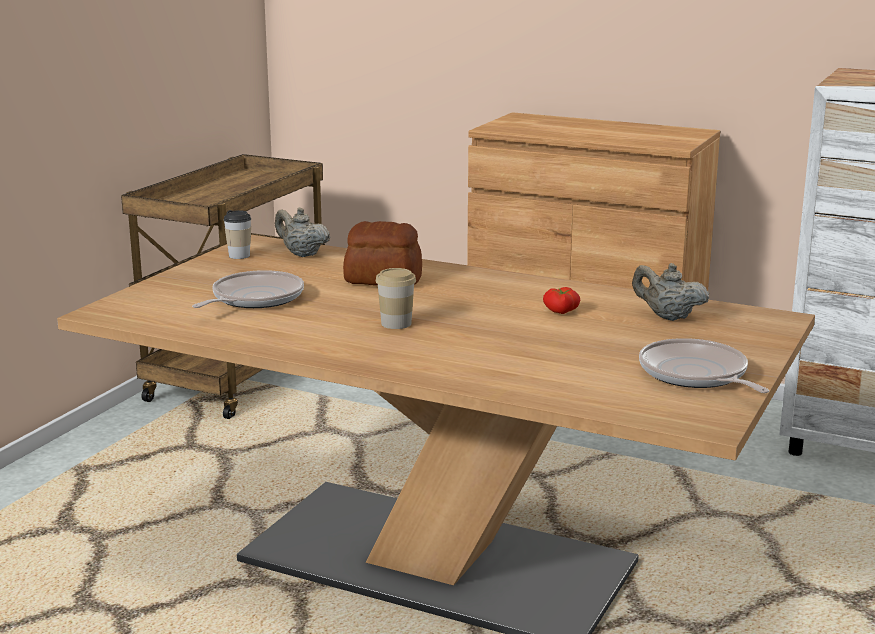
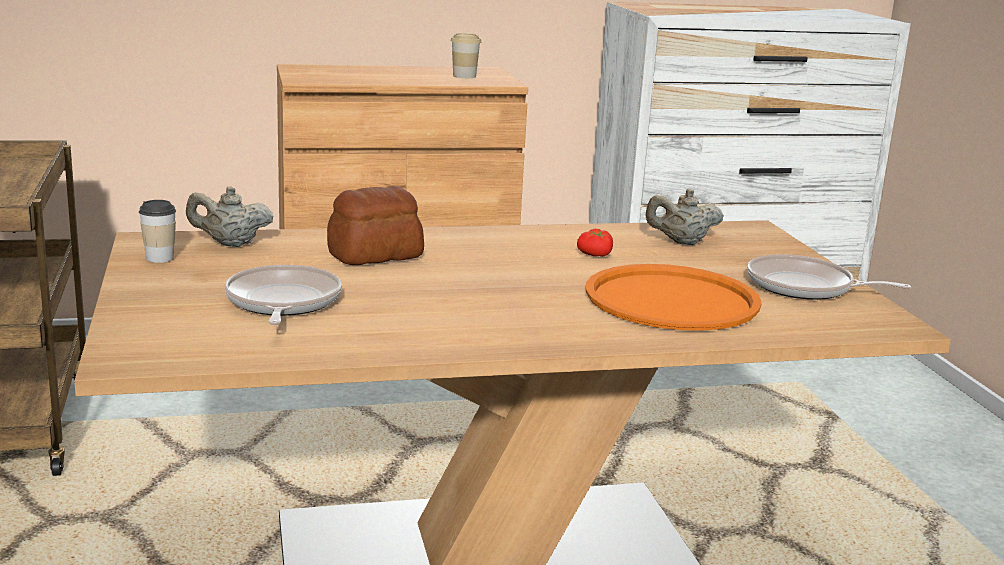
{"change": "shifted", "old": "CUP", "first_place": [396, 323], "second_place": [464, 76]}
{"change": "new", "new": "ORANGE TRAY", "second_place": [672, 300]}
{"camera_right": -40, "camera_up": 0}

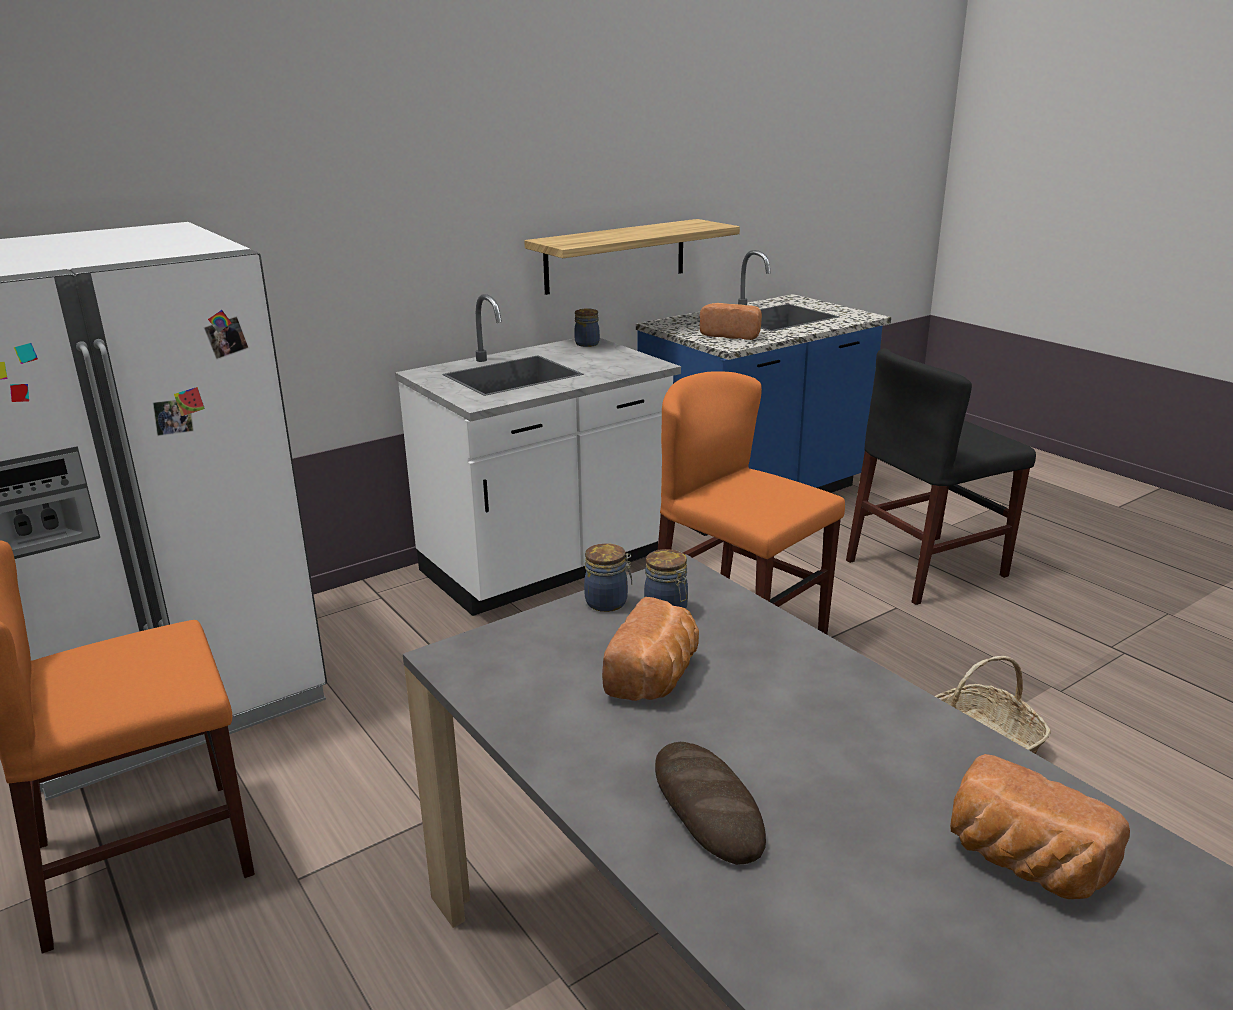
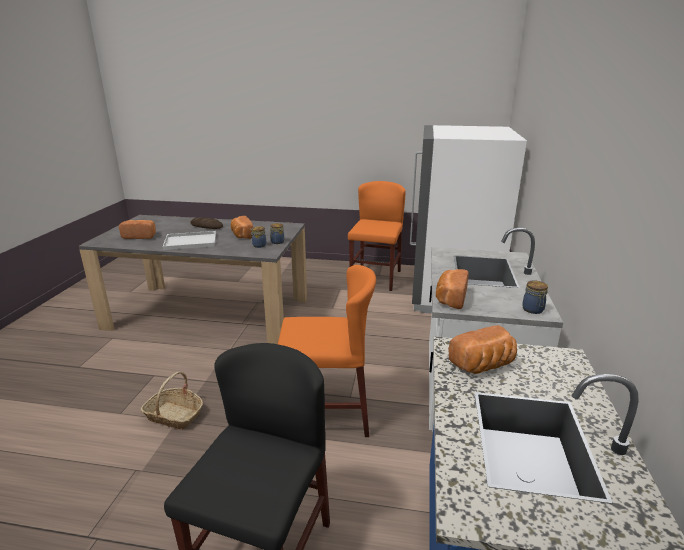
{"change": "gone", "old": "SHELF", "first_place": [615, 256]}
{"change": "new", "new": "WHITE TRAY", "second_place": [189, 242]}
{"change": "new", "new": "BREAD", "second_place": [450, 298]}
{"camera_right": 135, "camera_up": 0}

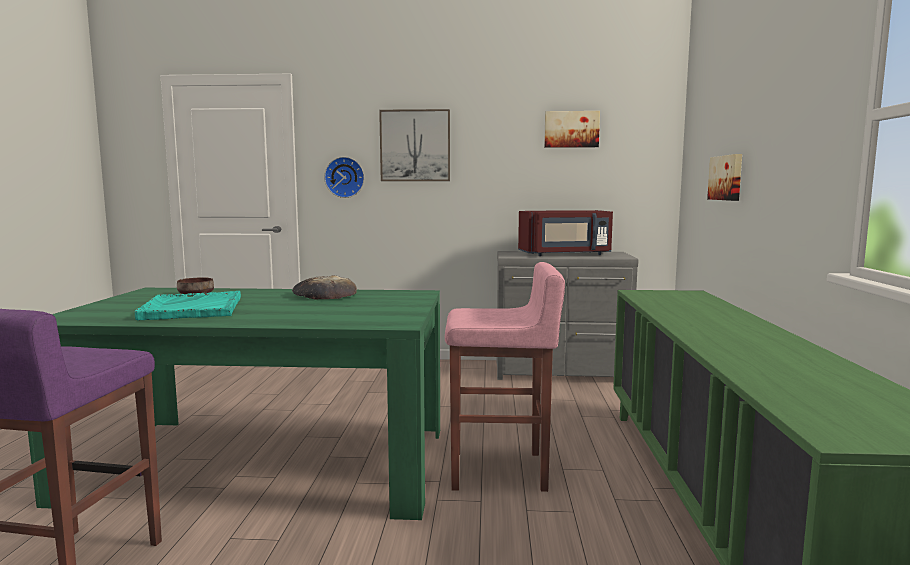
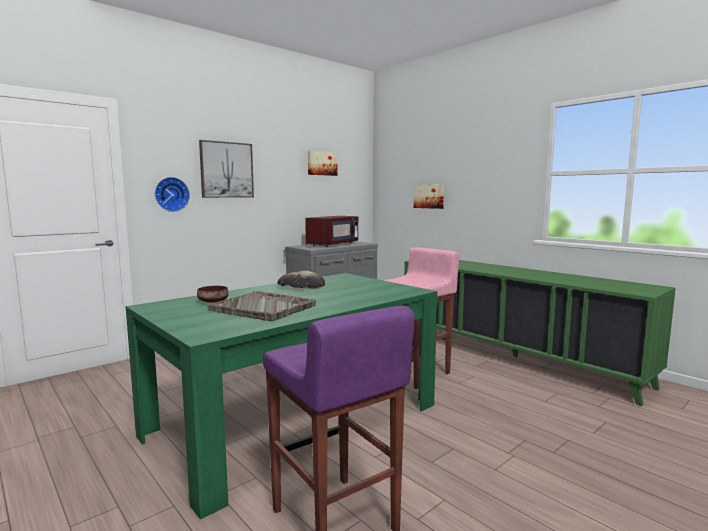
{"change": "repainted", "old": "TURQUOISE TRAY", "new": "GREY TRAY", "first_place": [192, 308], "second_place": [263, 308]}
{"camera_right": -45, "camera_up": 0}

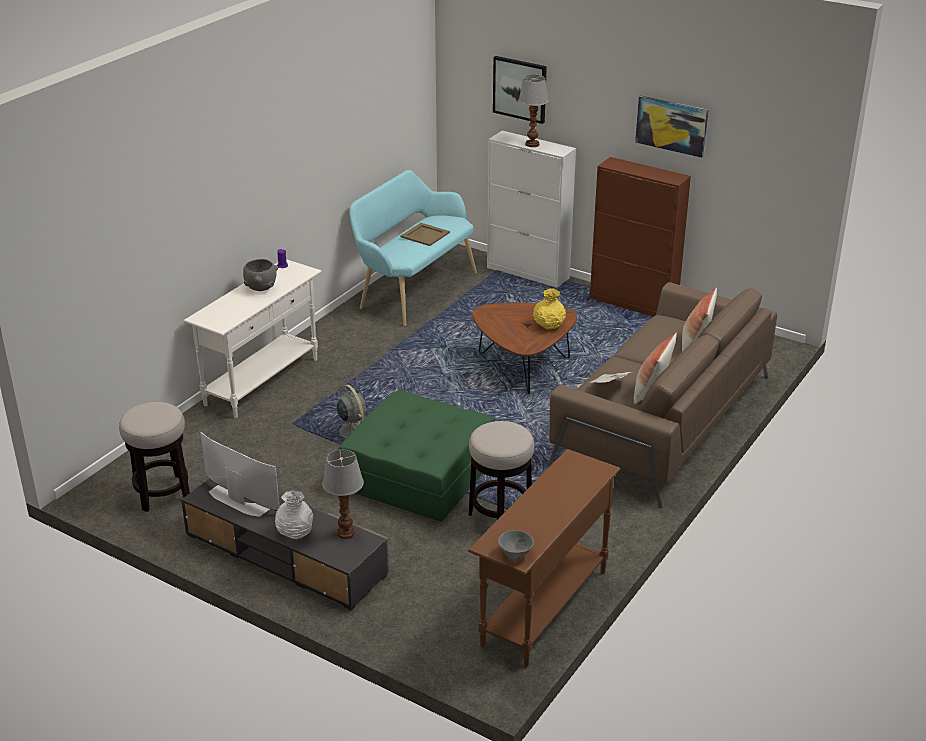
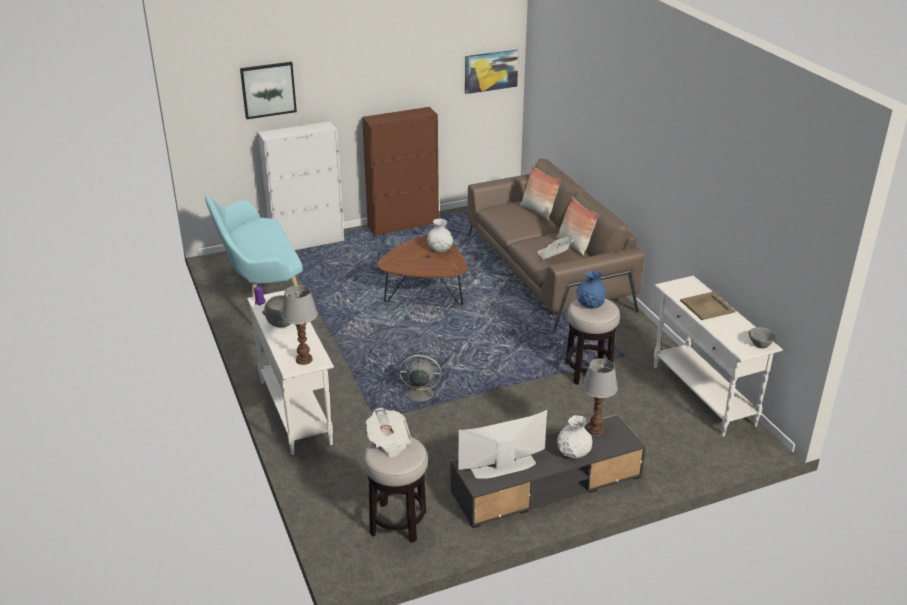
{"change": "gone", "old": "GREEN OTTOMAN", "first_place": [418, 473]}
{"change": "shifted", "old": "BEIGE TRAY", "first_place": [424, 235], "second_place": [707, 306]}
{"change": "repainted", "old": "BROWN CONSOLE TABLE", "new": "WHITE CONSOLE TABLE", "first_place": [543, 608], "second_place": [703, 395]}
{"change": "shifted", "old": "TABLE LAMP", "first_place": [531, 144], "second_place": [303, 360]}
{"change": "repainted", "old": "YELLOW VASE", "new": "WHITE VASE", "first_place": [549, 326], "second_place": [440, 249]}
{"change": "shifted", "old": "PICTURE", "first_place": [671, 125], "second_place": [491, 71]}
{"change": "new", "new": "NEWSPAPER", "second_place": [389, 442]}
{"change": "new", "new": "BLUE VASE", "second_place": [590, 304]}
{"camera_right": -55, "camera_up": 0}

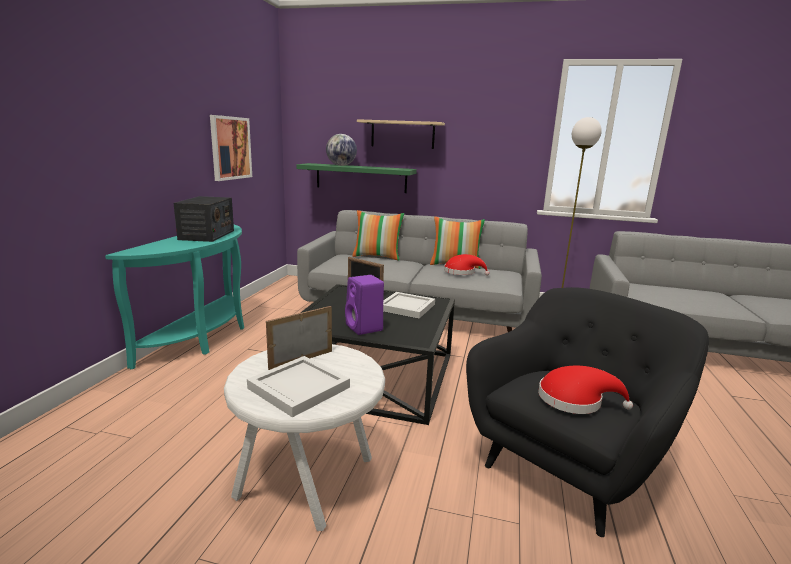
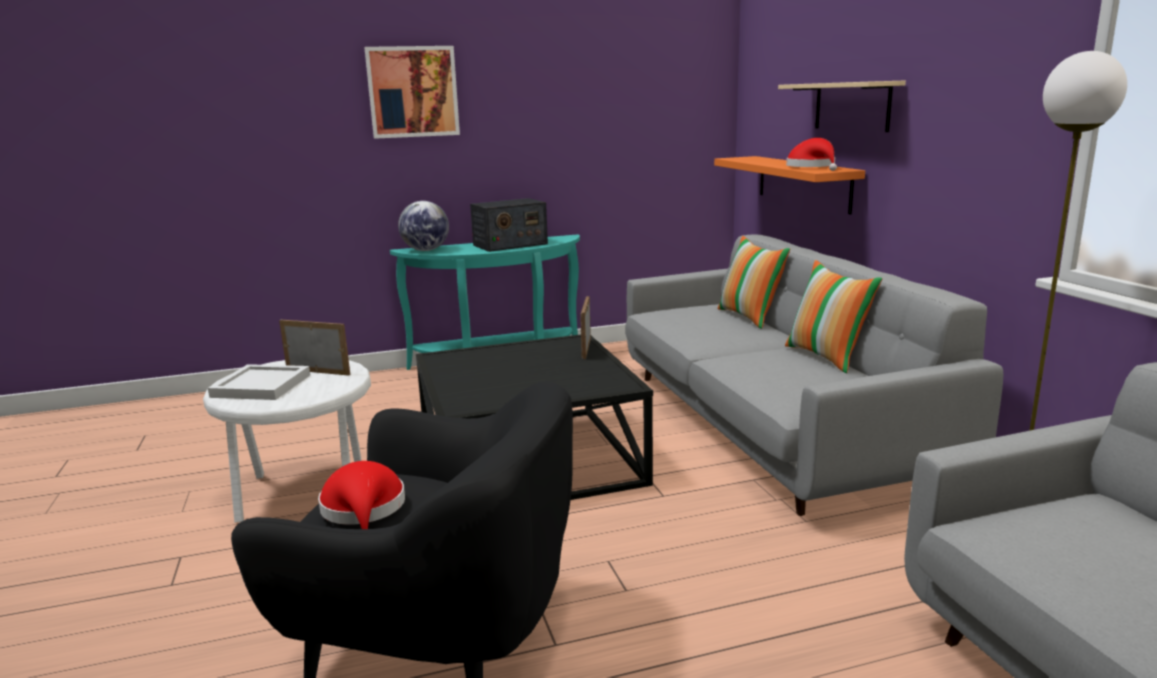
{"change": "shifted", "old": "PICTURE", "first_place": [230, 148], "second_place": [413, 92]}
{"change": "repainted", "old": "GREEN SHELF", "new": "ORANGE SHELF", "first_place": [361, 178], "second_place": [803, 183]}
{"change": "shifted", "old": "GLOBE", "first_place": [341, 165], "second_place": [425, 250]}
{"change": "gone", "old": "PURPLE SPEAKER", "first_place": [365, 328]}
{"change": "gone", "old": "WHITE TRAY", "first_place": [408, 307]}
{"change": "shifted", "old": "RED HAT", "first_place": [462, 272], "second_place": [813, 167]}
{"camera_right": 60, "camera_up": 0}

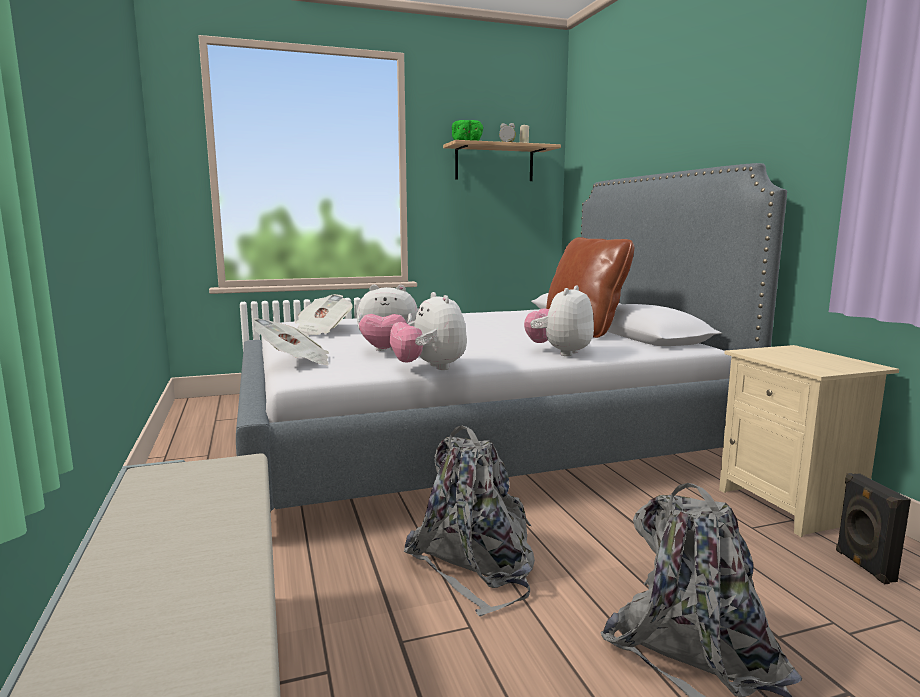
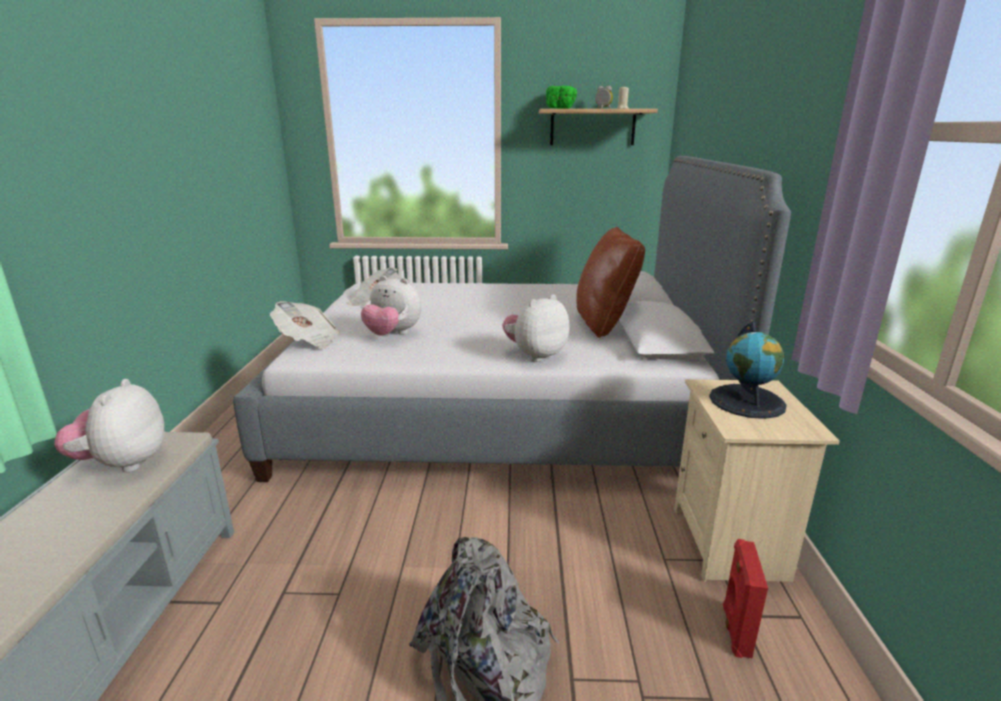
{"change": "shifted", "old": "PLUSH TOY", "first_place": [430, 368], "second_place": [123, 464]}
{"change": "gone", "old": "GREY BACKPACK", "first_place": [476, 565]}
{"change": "repainted", "old": "BLACK SPEAKER", "new": "RED SPEAKER", "first_place": [863, 566], "second_place": [735, 630]}
{"change": "new", "new": "GLOBE", "second_place": [747, 401]}
{"camera_right": 20, "camera_up": 10}

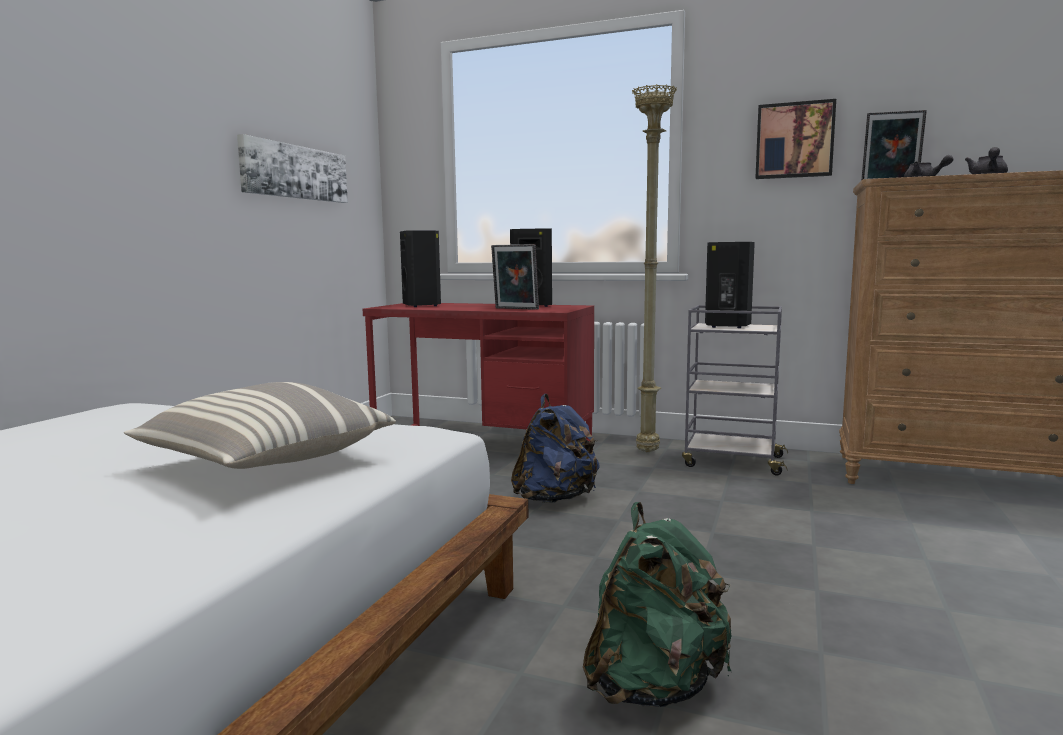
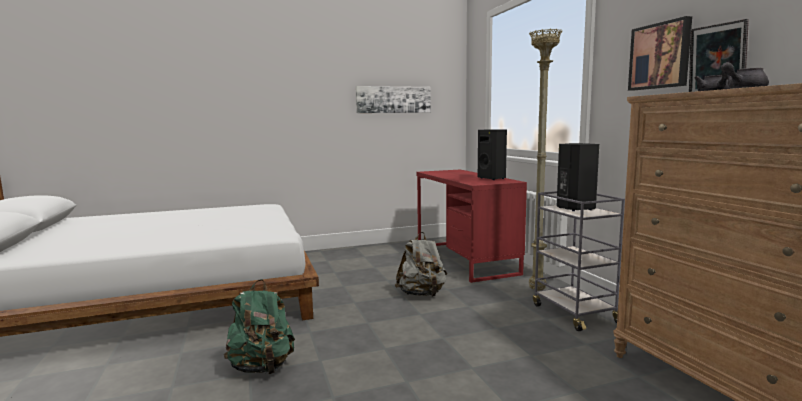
{"change": "gone", "old": "PILLOW", "first_place": [265, 462]}
{"change": "gone", "old": "BLACK SPEAKER", "first_place": [422, 305]}
{"change": "gone", "old": "PICTURE FRAME", "first_place": [515, 309]}
{"change": "repainted", "old": "BLUE BACKPACK", "new": "GREY BACKPACK", "first_place": [555, 499], "second_place": [421, 294]}
{"camera_right": 50, "camera_up": 0}

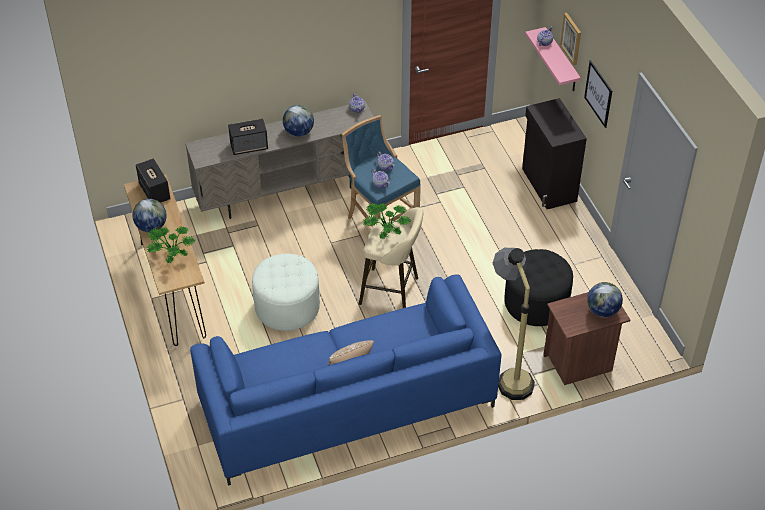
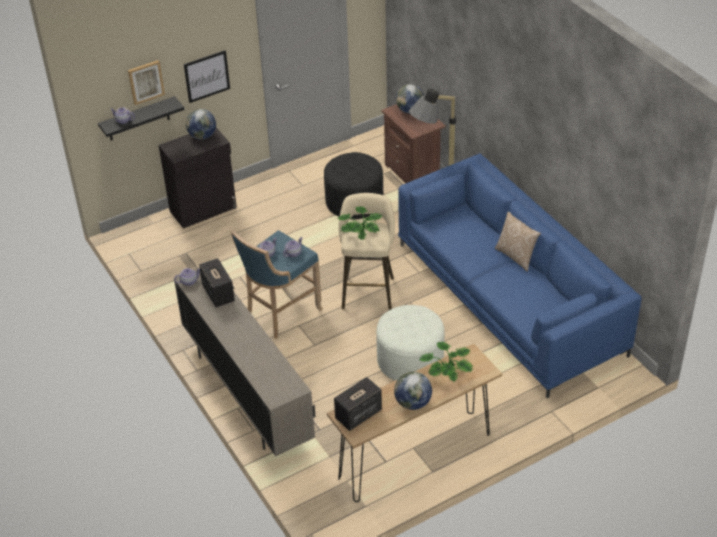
{"change": "shifted", "old": "SPEAKER", "first_place": [249, 146], "second_place": [218, 293]}
{"change": "shifted", "old": "GLOBE", "first_place": [298, 132], "second_place": [202, 136]}
{"change": "repainted", "old": "PINK SHELF", "new": "BLACK SHELF", "first_place": [561, 61], "second_place": [138, 119]}
{"camera_right": -100, "camera_up": -5}

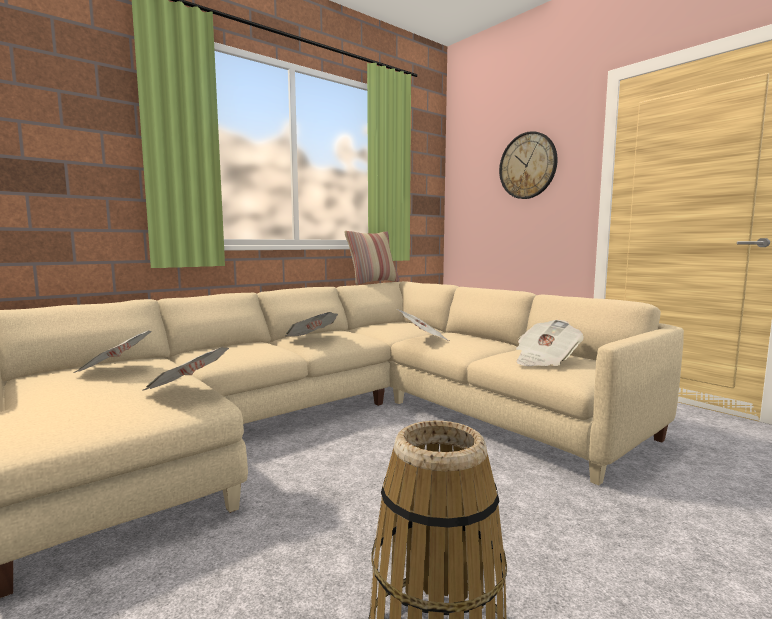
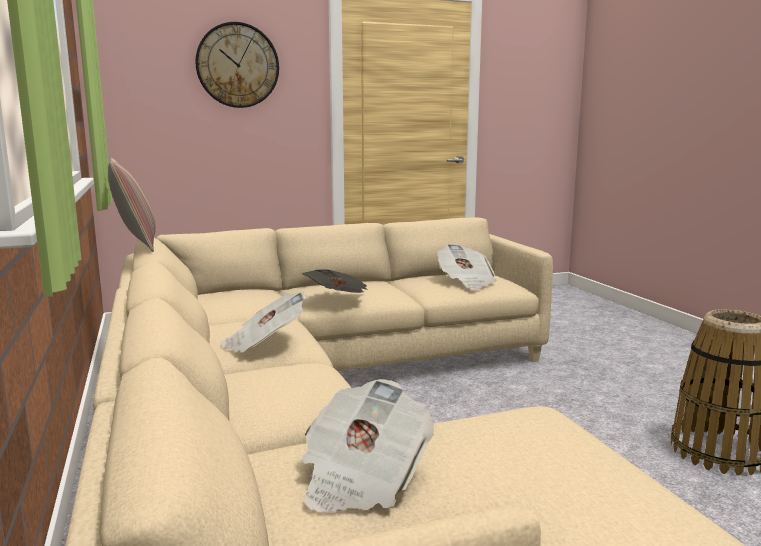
{"change": "gone", "old": "NEWSPAPER", "first_place": [187, 390]}
{"camera_right": -70, "camera_up": 5}

